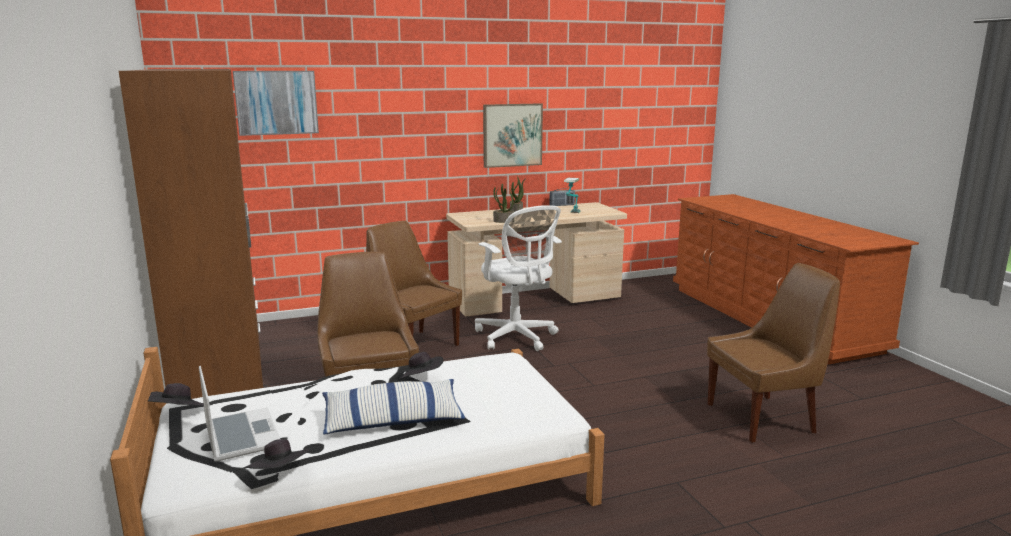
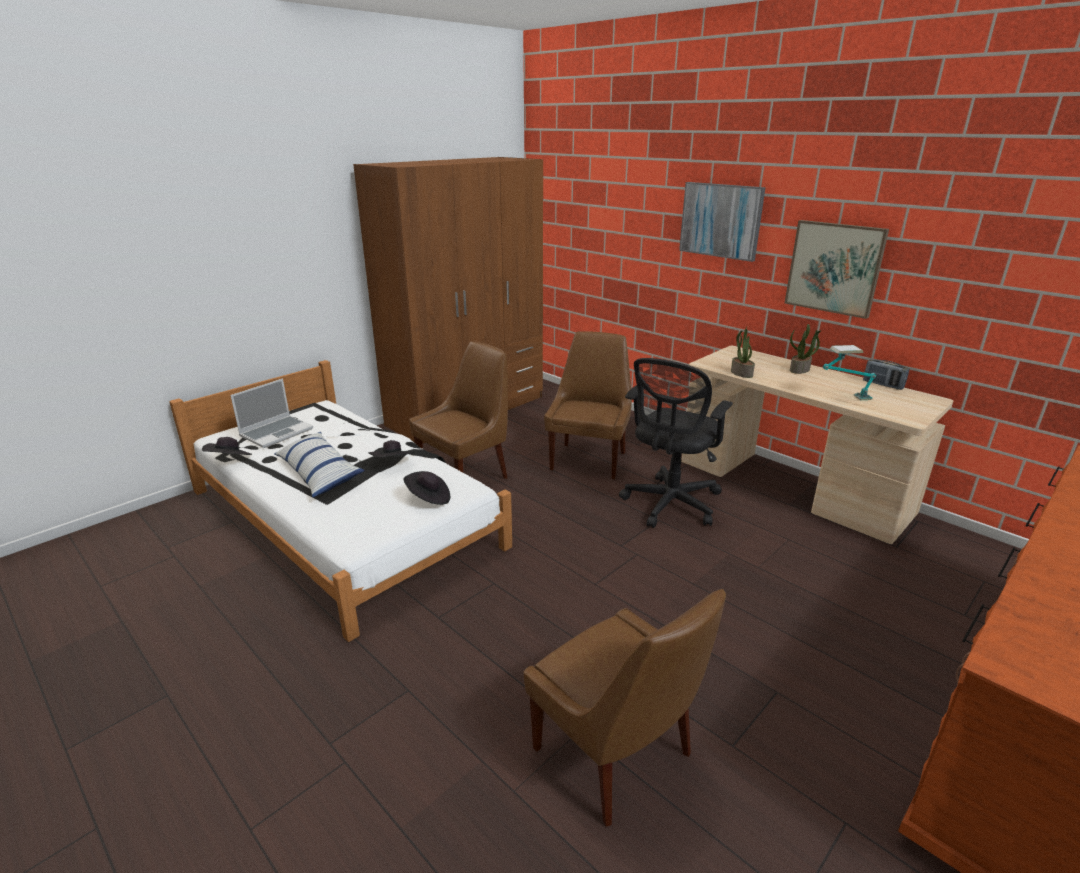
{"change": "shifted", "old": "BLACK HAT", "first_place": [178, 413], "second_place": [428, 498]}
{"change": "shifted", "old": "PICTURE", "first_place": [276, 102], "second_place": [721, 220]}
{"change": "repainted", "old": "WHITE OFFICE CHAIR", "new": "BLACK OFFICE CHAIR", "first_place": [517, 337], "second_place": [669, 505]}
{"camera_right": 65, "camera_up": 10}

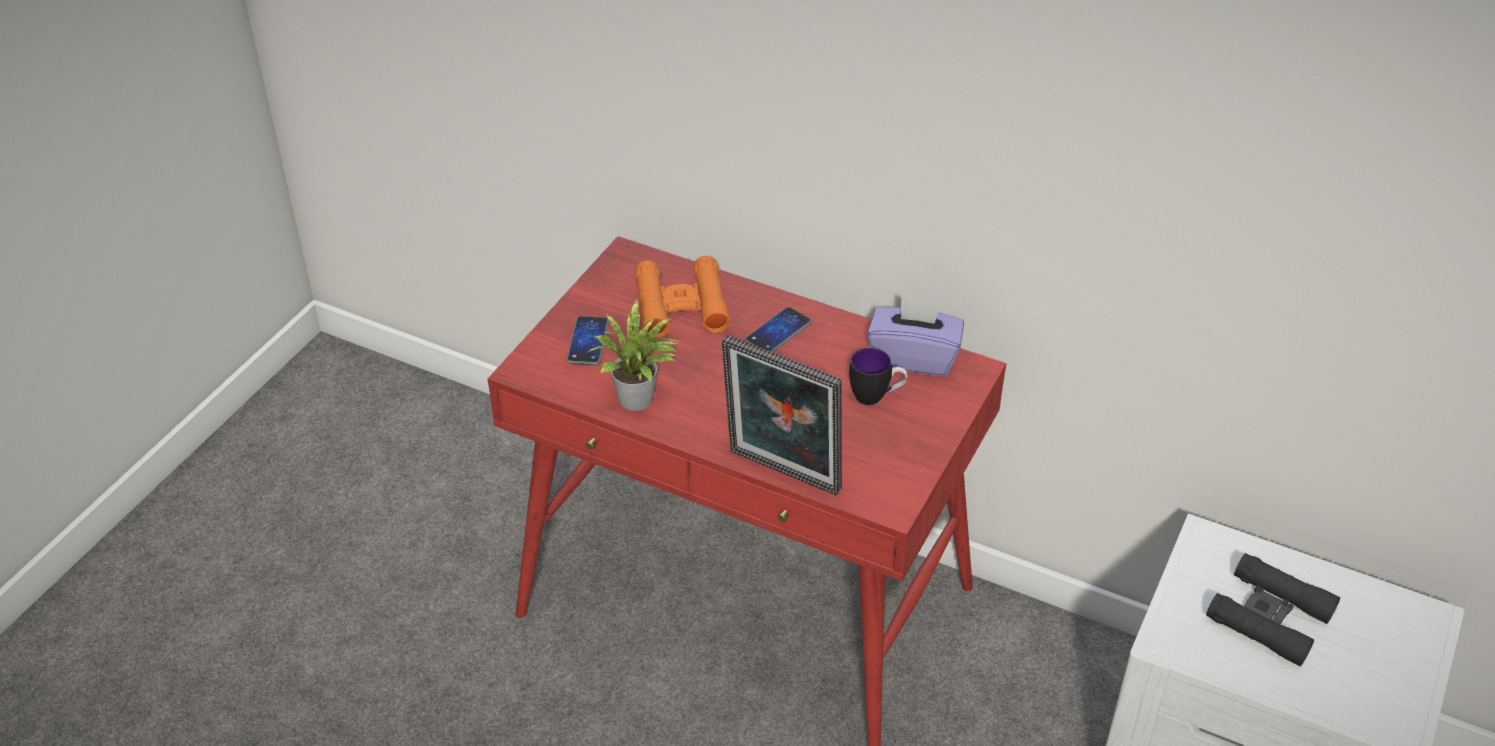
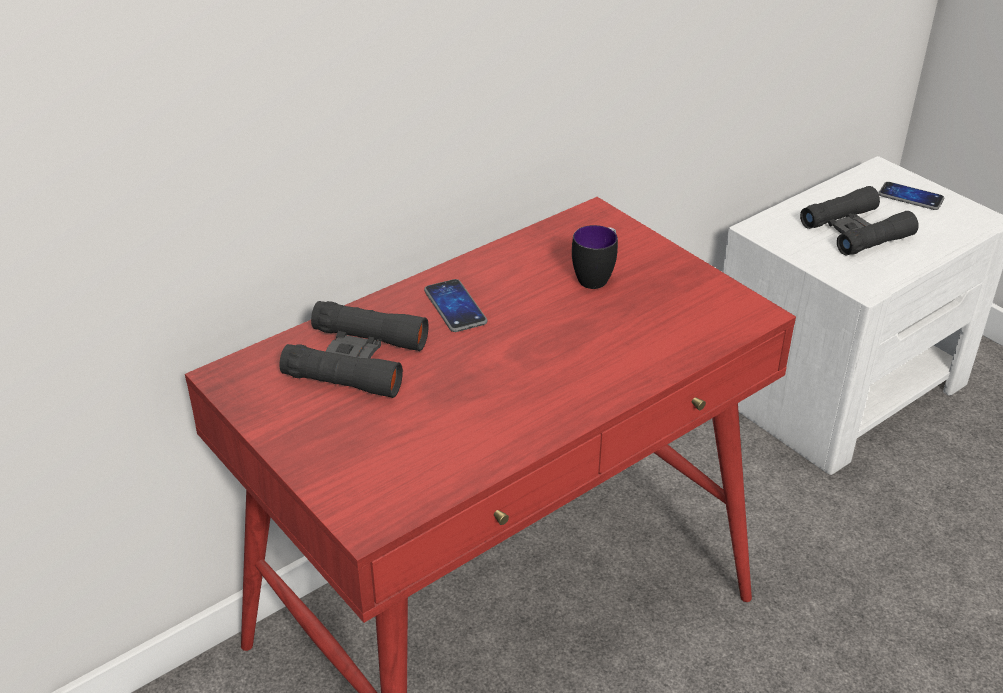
{"change": "shifted", "old": "PHONE", "first_place": [588, 342], "second_place": [910, 197]}
{"change": "gone", "old": "POTTED PLANT", "first_place": [639, 401]}
{"change": "repainted", "old": "ORANGE BINOCULARS", "new": "BLACK BINOCULARS", "first_place": [681, 306], "second_place": [356, 360]}
{"change": "gone", "old": "PICTURE FRAME", "first_place": [781, 475]}
{"change": "gone", "old": "PURPLE TISSUE BOX", "first_place": [913, 357]}
{"camera_right": -65, "camera_up": -5}

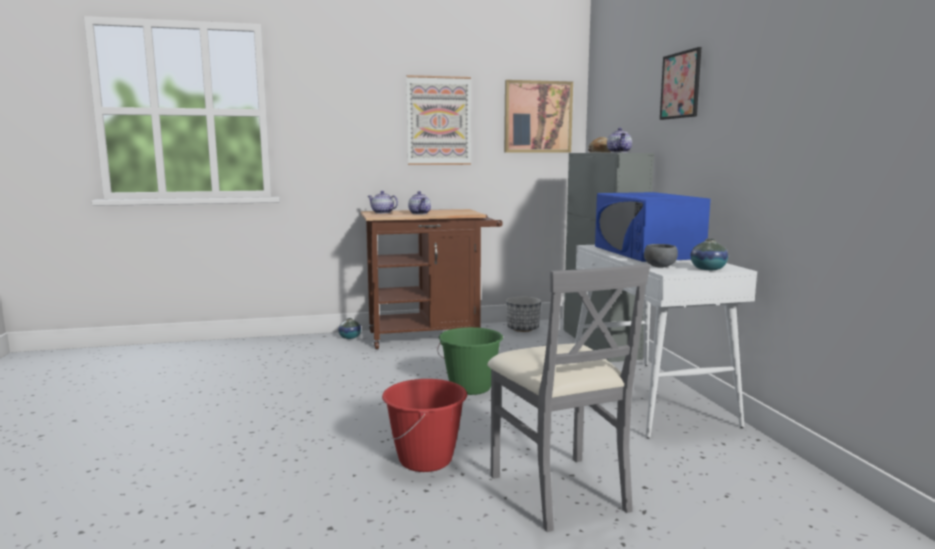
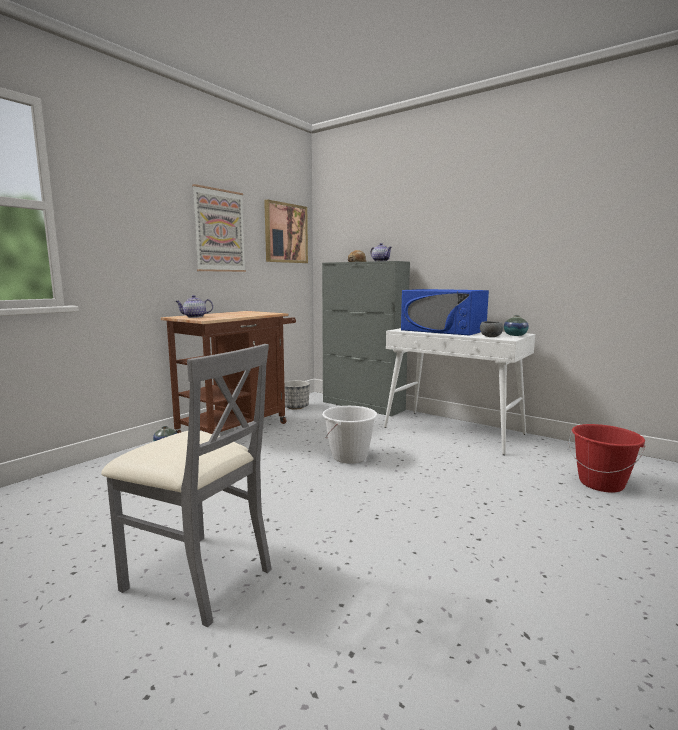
{"change": "shifted", "old": "RED BUCKET", "first_place": [426, 460], "second_place": [601, 484]}
{"change": "gone", "old": "TEAPOT", "first_place": [420, 213]}
{"change": "repainted", "old": "GREEN BUCKET", "new": "WHITE BUCKET", "first_place": [470, 388], "second_place": [349, 457]}
{"change": "shifted", "old": "GREY CHAIR", "first_place": [559, 490], "second_place": [198, 576]}
{"change": "gone", "old": "PICTURE", "first_place": [680, 85]}
{"camera_right": -40, "camera_up": 0}

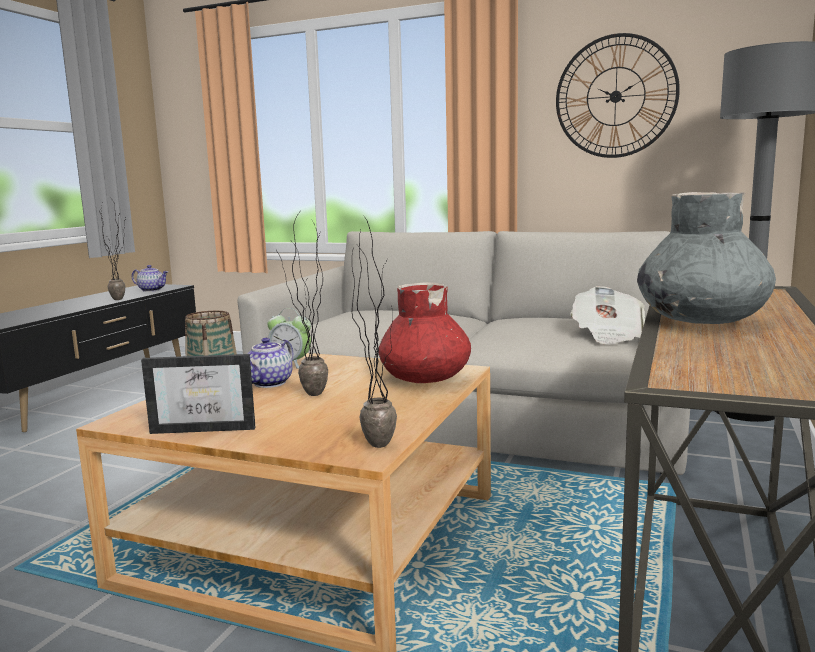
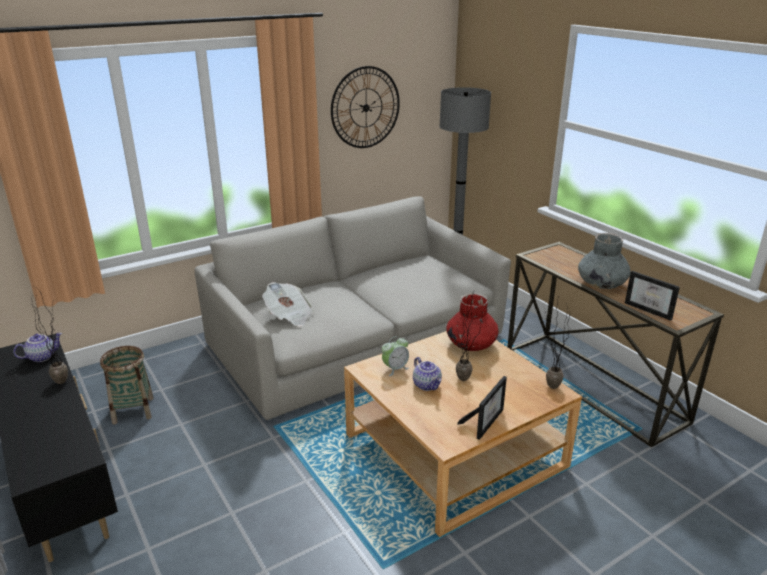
{"change": "shifted", "old": "NEWSPAPER", "first_place": [607, 335], "second_place": [289, 316]}
{"change": "new", "new": "PICTURE FRAME", "second_place": [651, 310]}
{"camera_right": -55, "camera_up": 15}

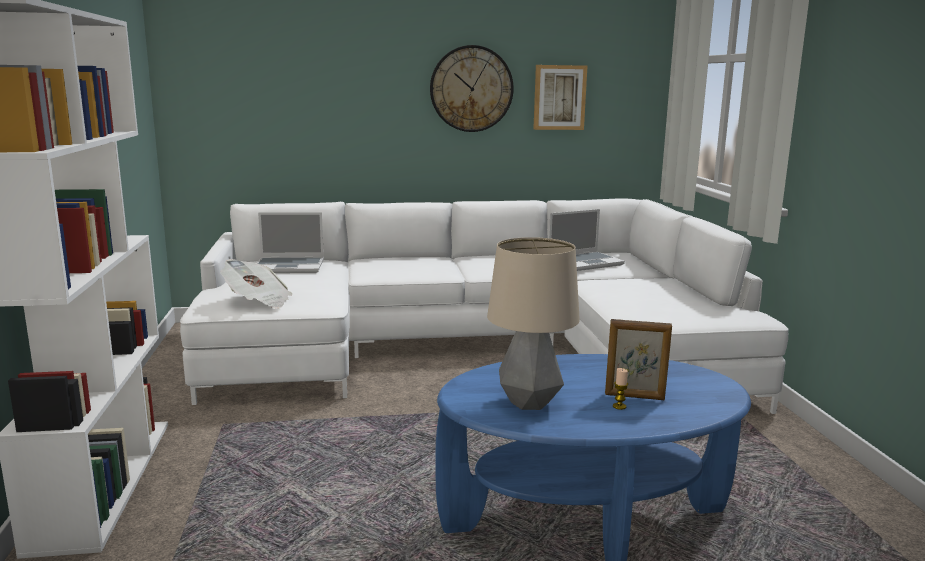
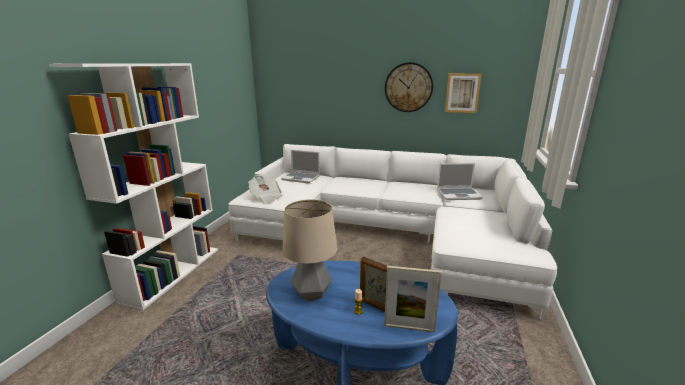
{"change": "new", "new": "PICTURE FRAME", "second_place": [409, 328]}
{"camera_right": 25, "camera_up": 5}

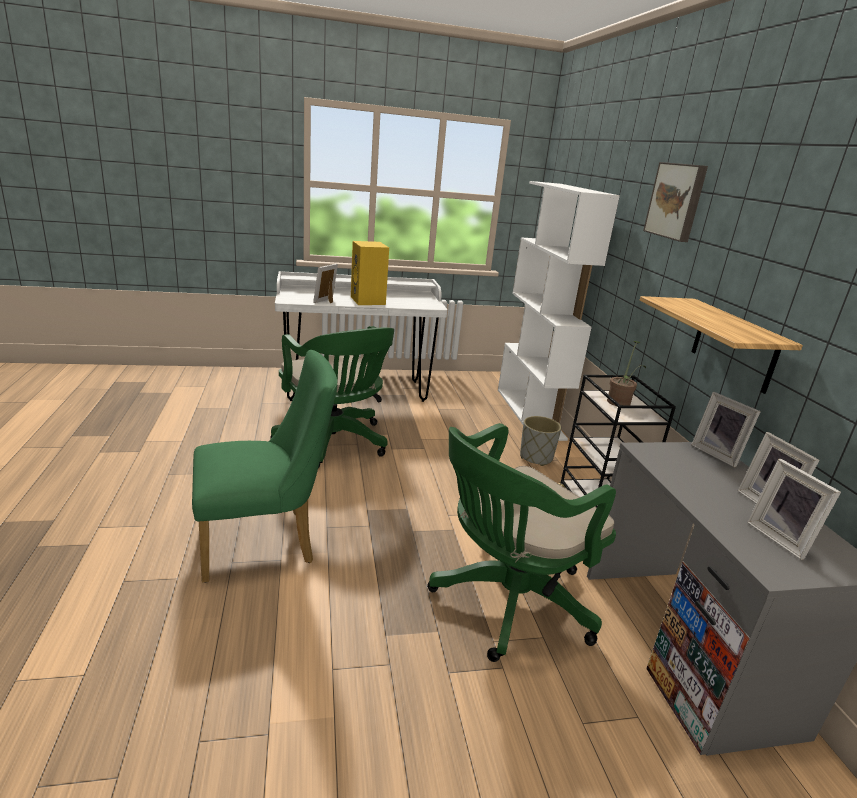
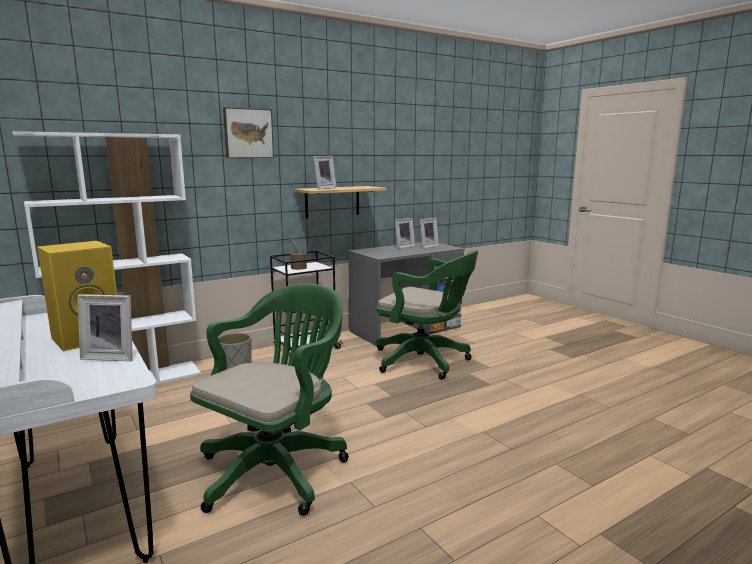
{"change": "gone", "old": "GREEN CHAIR", "first_place": [266, 542]}
{"change": "shifted", "old": "PICTURE FRAME", "first_place": [718, 454], "second_place": [323, 188]}
{"camera_right": -110, "camera_up": -10}

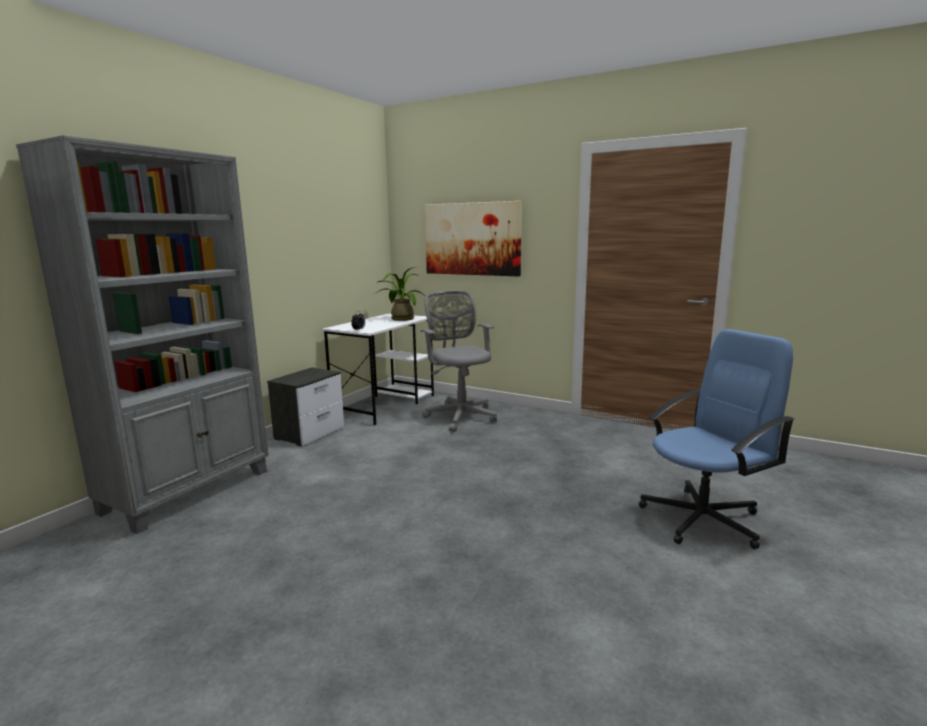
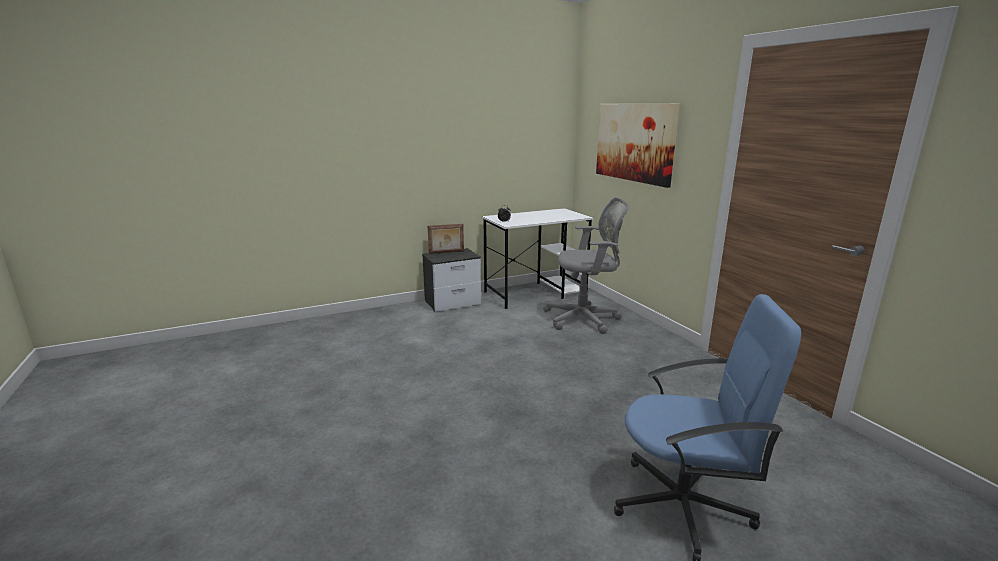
{"change": "gone", "old": "GREY BOOKCASE", "first_place": [190, 491]}
{"change": "gone", "old": "POTTED PLANT", "first_place": [400, 318]}
{"change": "rotated", "old": "GREY OFFICE CHAIR", "first_place": [460, 415], "second_place": [585, 319], "degrees": 75}
{"change": "new", "new": "PICTURE FRAME", "second_place": [446, 252]}
{"camera_right": 35, "camera_up": 5}

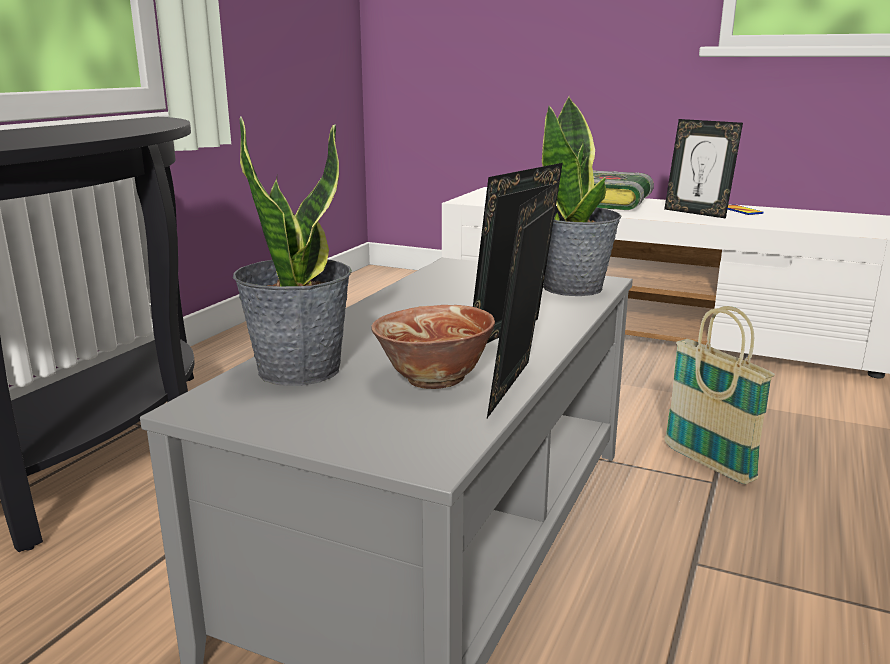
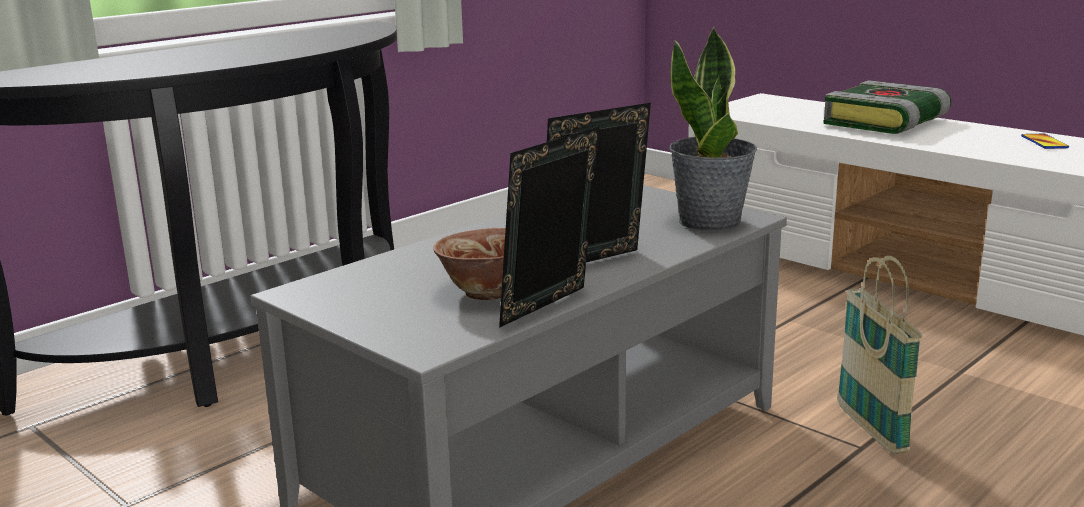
{"change": "gone", "old": "POTTED PLANT", "first_place": [298, 369]}
{"change": "gone", "old": "PICTURE FRAME", "first_place": [696, 213]}
{"camera_right": 20, "camera_up": 0}

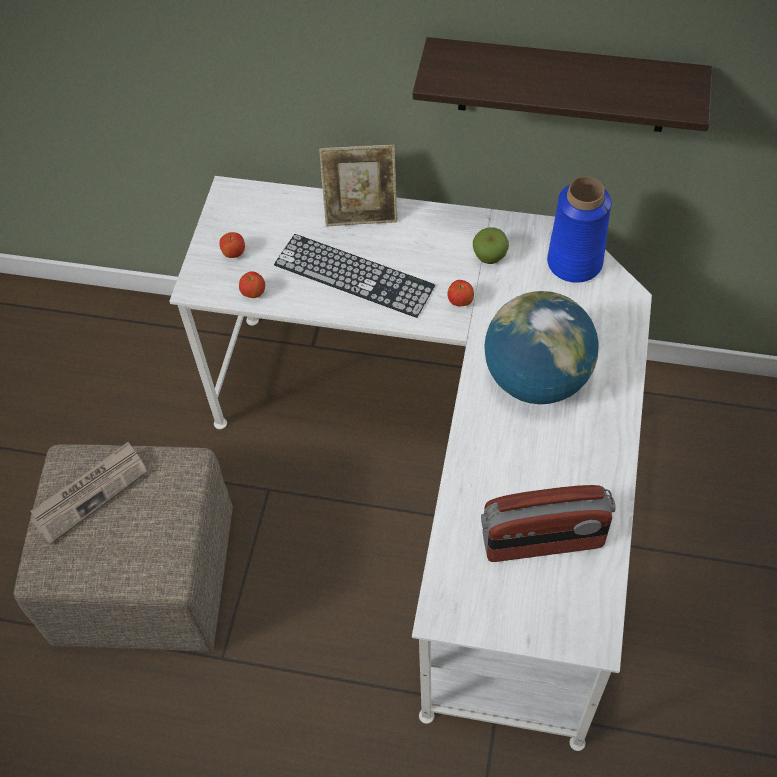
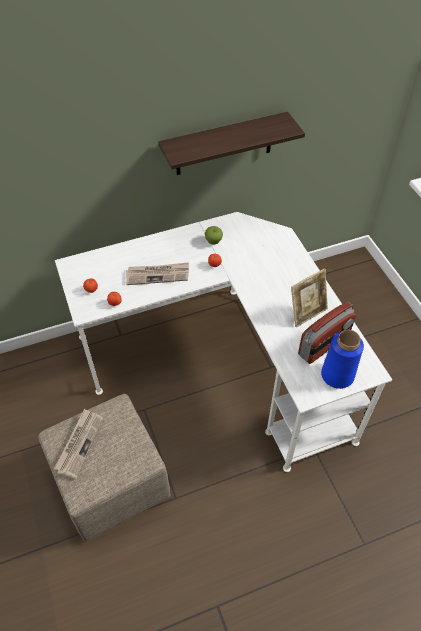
{"change": "swapped", "old": "KEYBOARD", "new": "NEWSPAPER", "first_place": [354, 275], "second_place": [158, 275]}
{"change": "shifted", "old": "PICTURE FRAME", "first_place": [361, 214], "second_place": [307, 313]}
{"change": "gone", "old": "GLOBE", "first_place": [536, 378]}
{"change": "shifted", "old": "BLUE VASE", "first_place": [574, 262], "second_place": [337, 375]}
{"camera_right": -35, "camera_up": -5}

